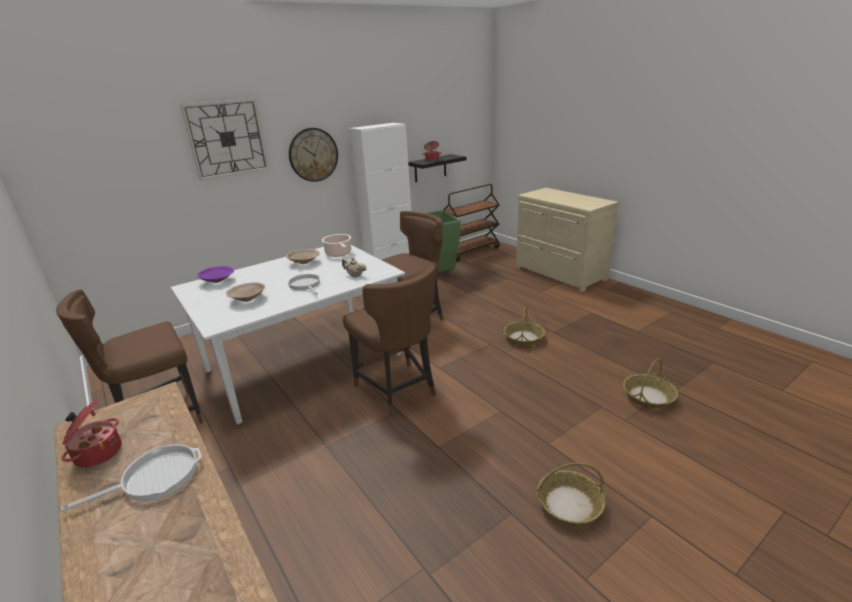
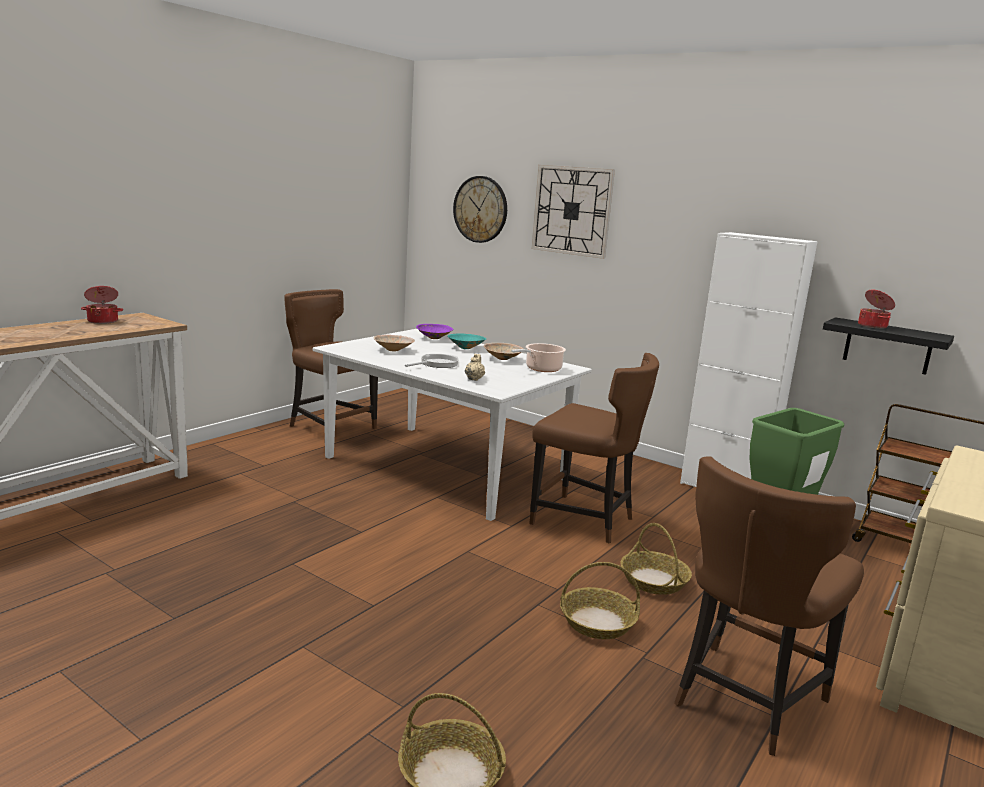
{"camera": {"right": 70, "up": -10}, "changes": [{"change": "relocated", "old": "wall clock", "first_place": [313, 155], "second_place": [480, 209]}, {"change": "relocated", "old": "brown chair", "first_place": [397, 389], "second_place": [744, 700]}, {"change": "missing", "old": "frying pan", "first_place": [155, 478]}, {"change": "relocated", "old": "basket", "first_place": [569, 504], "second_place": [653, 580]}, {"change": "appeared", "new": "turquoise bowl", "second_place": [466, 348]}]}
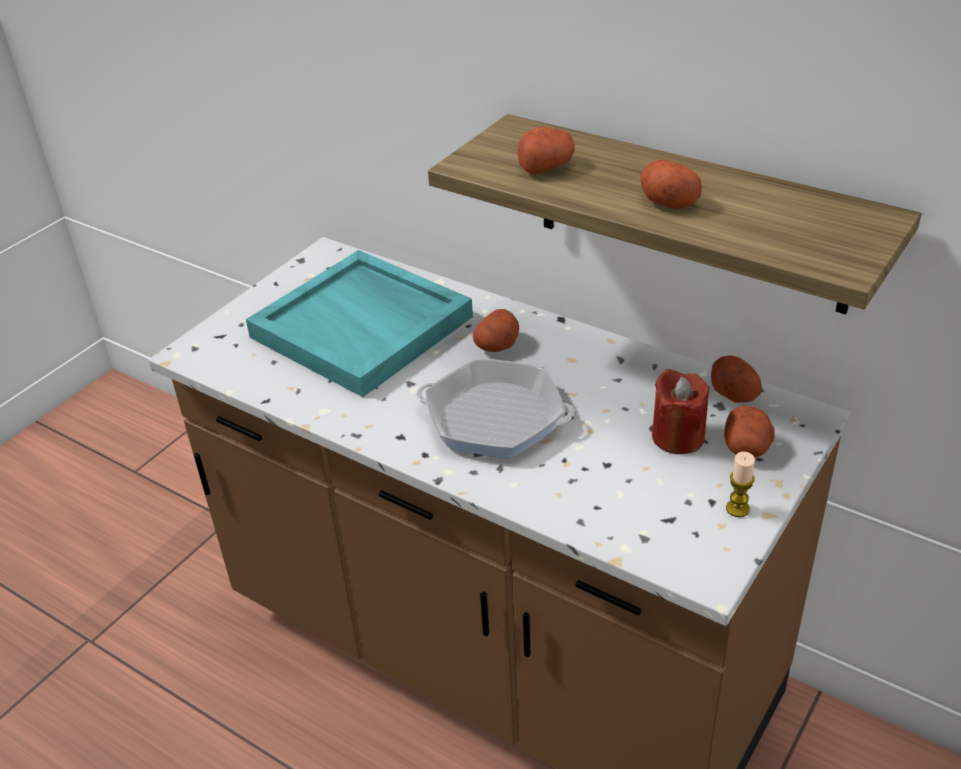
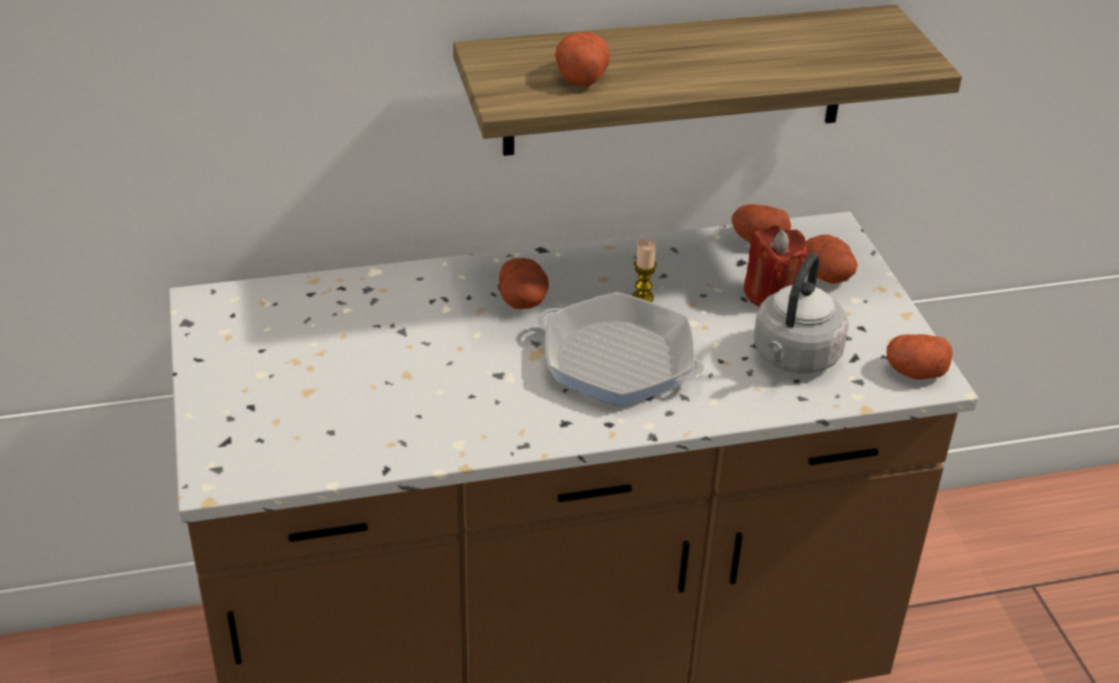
{"camera": {"right": -50, "up": 0}, "changes": [{"change": "relocated", "old": "potato", "first_place": [666, 201], "second_place": [914, 371]}, {"change": "missing", "old": "turquoise tray", "first_place": [364, 327]}, {"change": "spun", "old": "frying pan", "first_place": [495, 418], "second_place": [618, 361], "degrees": 60}, {"change": "relocated", "old": "candle", "first_place": [737, 509], "second_place": [642, 297]}, {"change": "appeared", "new": "grey kettle", "second_place": [794, 358]}]}
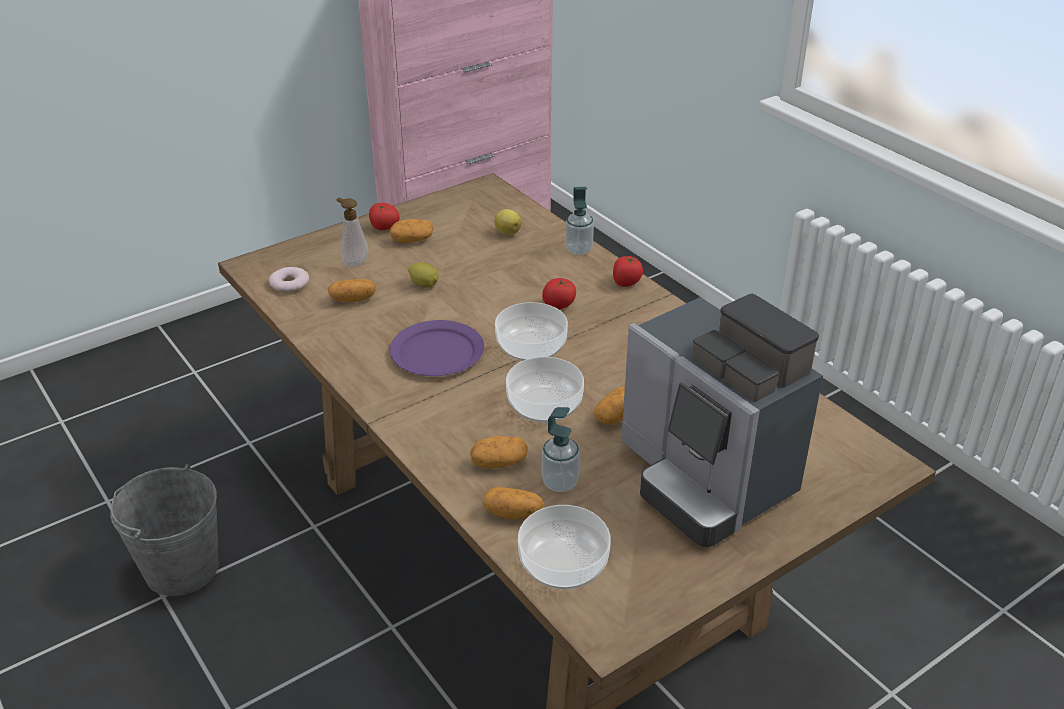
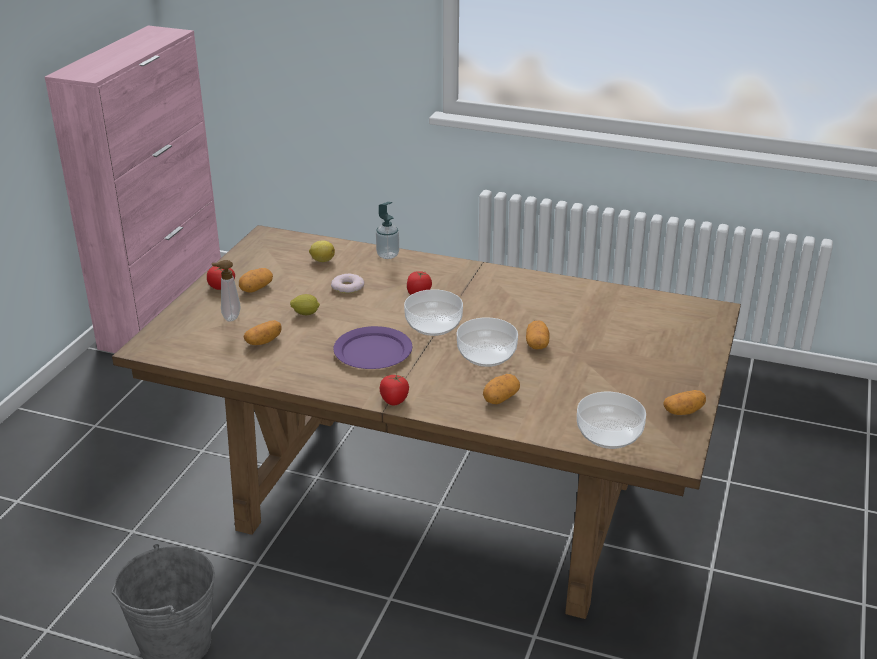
{"camera": {"right": -35, "up": -5}, "changes": [{"change": "relocated", "old": "tomato", "first_place": [626, 282], "second_place": [394, 400]}, {"change": "relocated", "old": "donut", "first_place": [289, 284], "second_place": [347, 287]}, {"change": "missing", "old": "coffee machine", "first_place": [705, 479]}, {"change": "missing", "old": "soap dispenser", "first_place": [560, 482]}, {"change": "relocated", "old": "potato", "first_place": [512, 513], "second_place": [683, 411]}]}
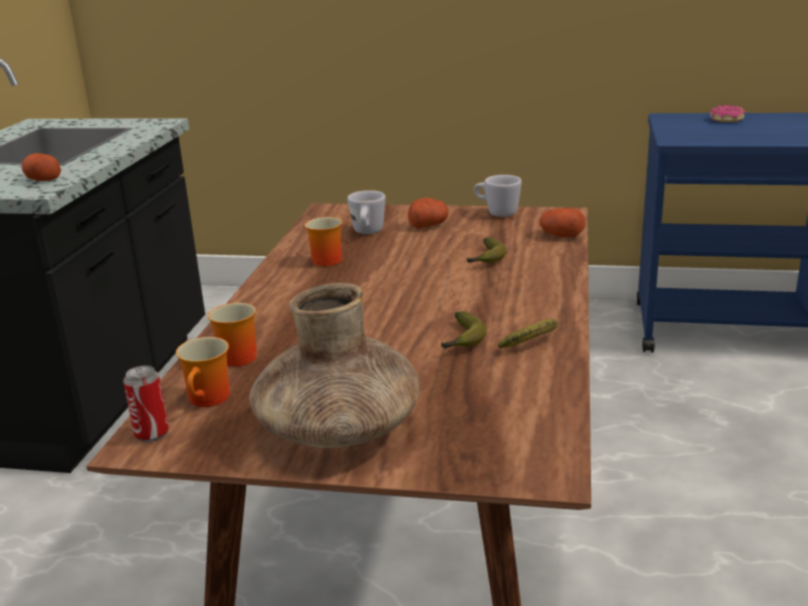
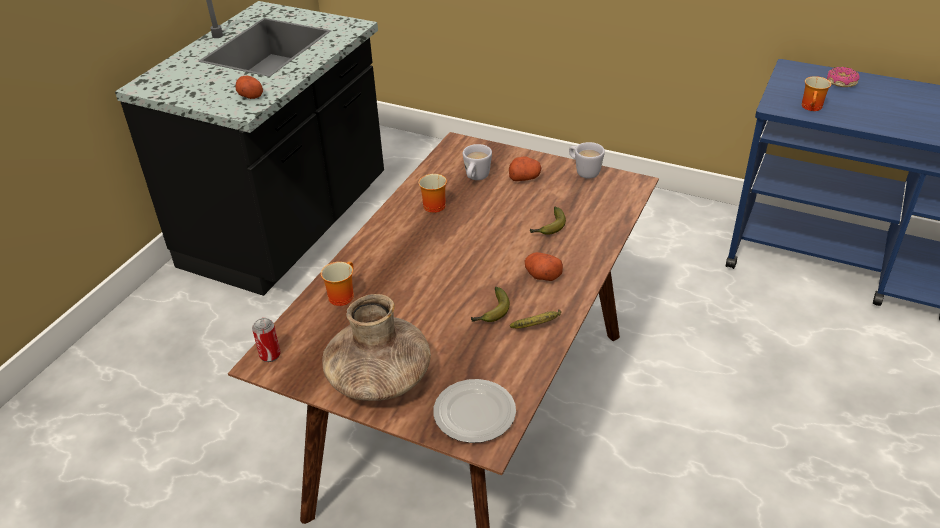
{"camera": {"right": 15, "up": 15}, "changes": [{"change": "relocated", "old": "potato", "first_place": [560, 235], "second_place": [542, 275]}, {"change": "relocated", "old": "mug", "first_place": [211, 399], "second_place": [813, 107]}, {"change": "appeared", "new": "plate", "second_place": [474, 413]}]}
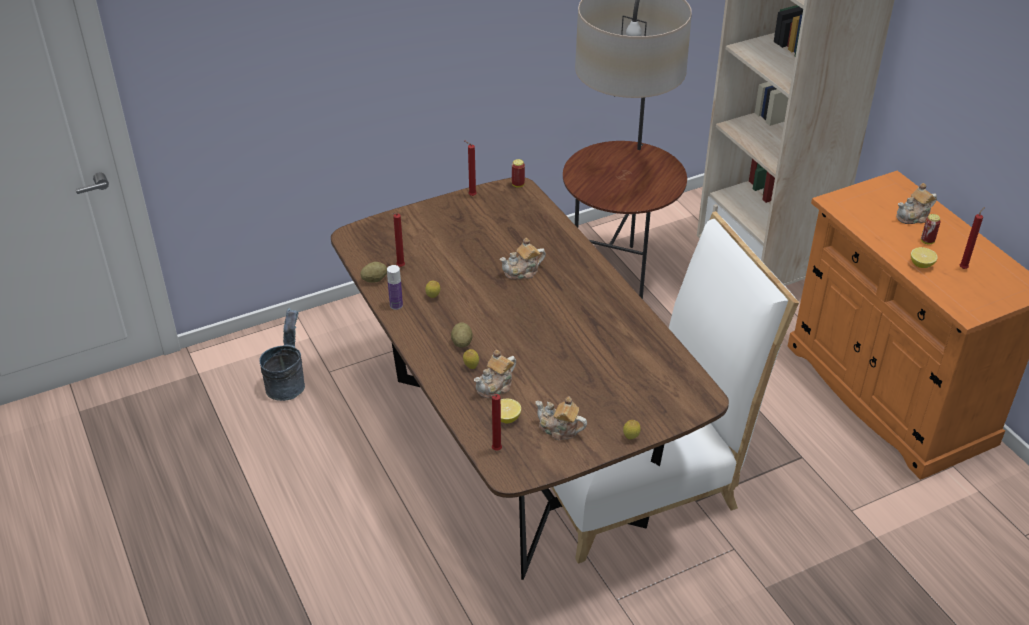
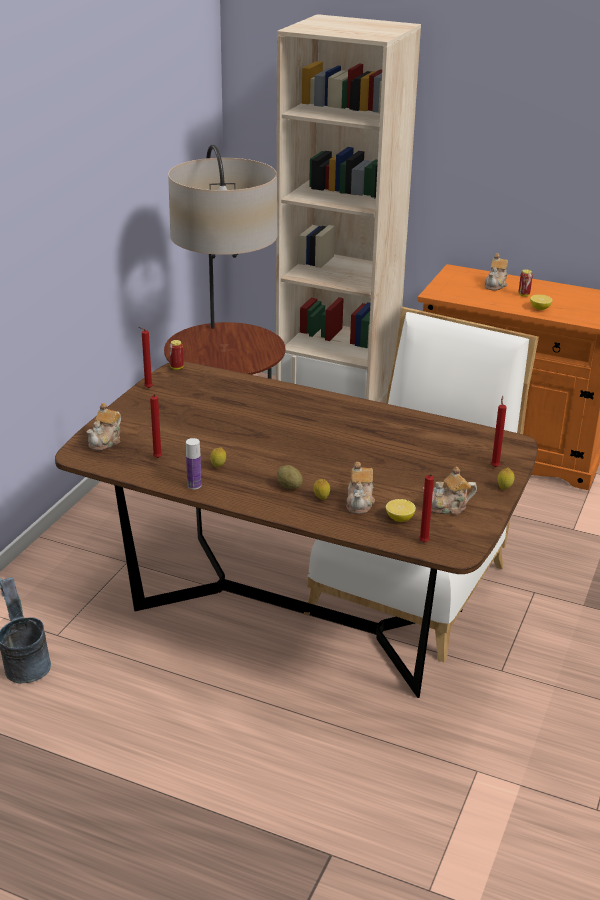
{"camera": {"right": -40, "up": -10}, "changes": [{"change": "relocated", "old": "red candle", "first_place": [964, 268], "second_place": [495, 466]}, {"change": "relocated", "old": "teapot", "first_place": [522, 272], "second_place": [106, 441]}, {"change": "missing", "old": "potato", "first_place": [374, 280]}]}
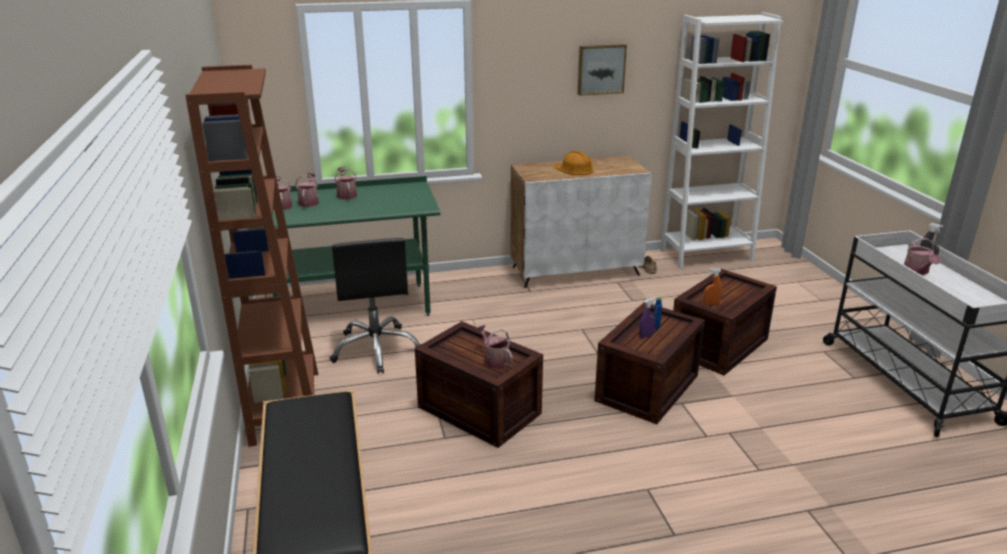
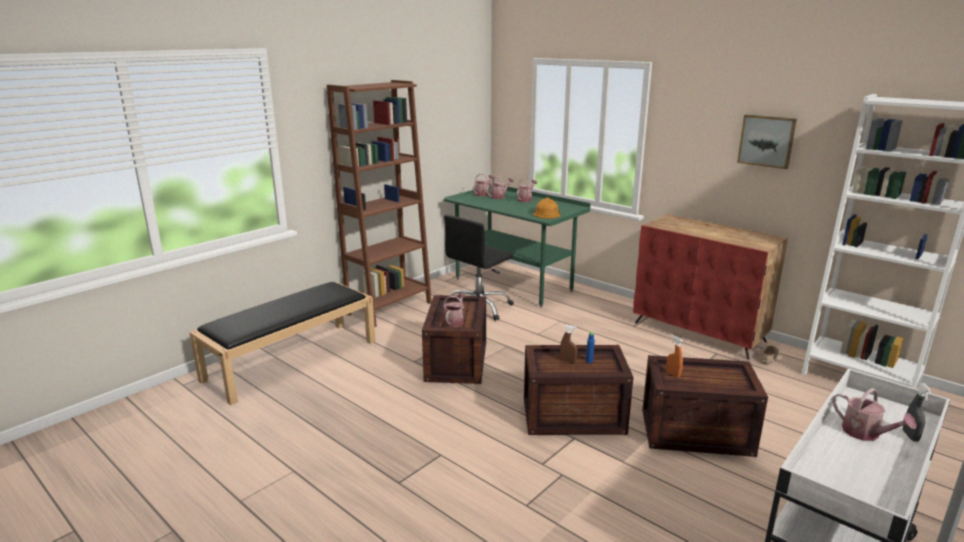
{"camera": {"right": 55, "up": -5}, "changes": [{"change": "relocated", "old": "orange hard hat", "first_place": [574, 169], "second_place": [546, 213]}, {"change": "colour", "old": "white cabinet", "new": "red cabinet", "first_place": [576, 271], "second_place": [699, 332]}, {"change": "spun", "old": "watering can", "first_place": [917, 271], "second_place": [865, 434], "degrees": -90}, {"change": "colour", "old": "purple spray bottle", "new": "brown spray bottle", "first_place": [646, 336], "second_place": [568, 361]}]}
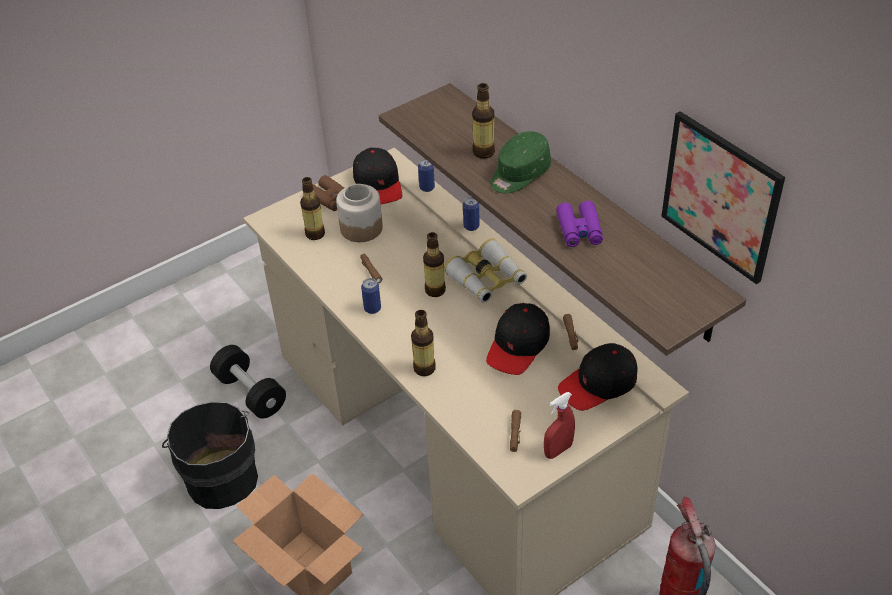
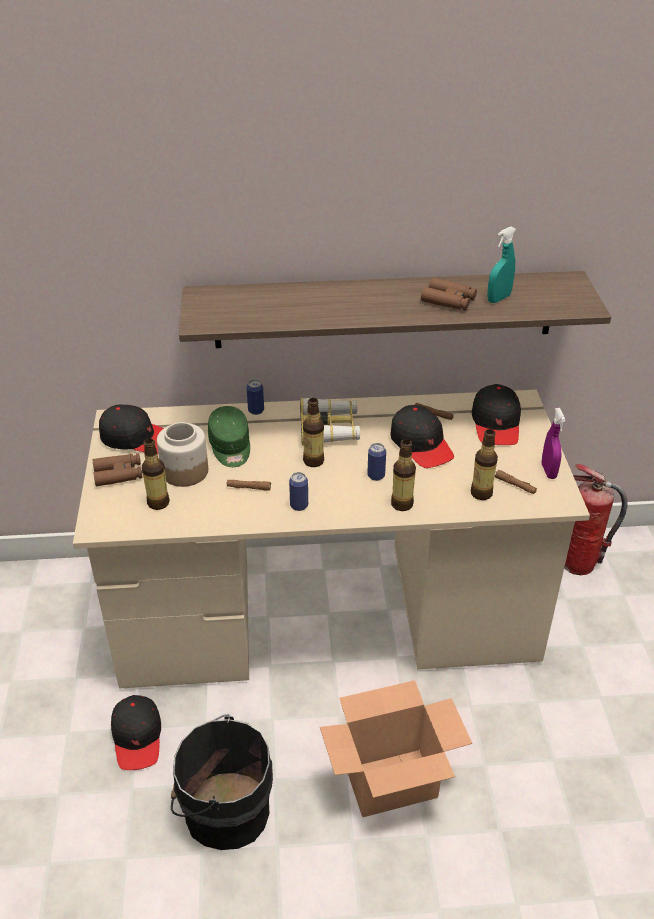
{"camera": {"right": -60, "up": -5}, "changes": [{"change": "relocated", "old": "bottle", "first_place": [483, 152], "second_place": [481, 493]}, {"change": "missing", "old": "picture", "first_place": [720, 196]}, {"change": "relocated", "old": "green cap", "first_place": [519, 174], "second_place": [230, 447]}, {"change": "relocated", "old": "can", "first_place": [427, 188], "second_place": [376, 476]}, {"change": "colour", "old": "purple binoculars", "new": "brown binoculars", "first_place": [579, 230], "second_place": [448, 301]}, {"change": "exchanged", "old": "black dumbbell", "new": "black cap", "first_place": [250, 393], "second_place": [137, 737]}, {"change": "colour", "old": "red spray bottle", "new": "purple spray bottle", "first_place": [558, 450], "second_place": [548, 471]}, {"change": "appeared", "new": "turquoise spray bottle", "second_place": [498, 298]}]}
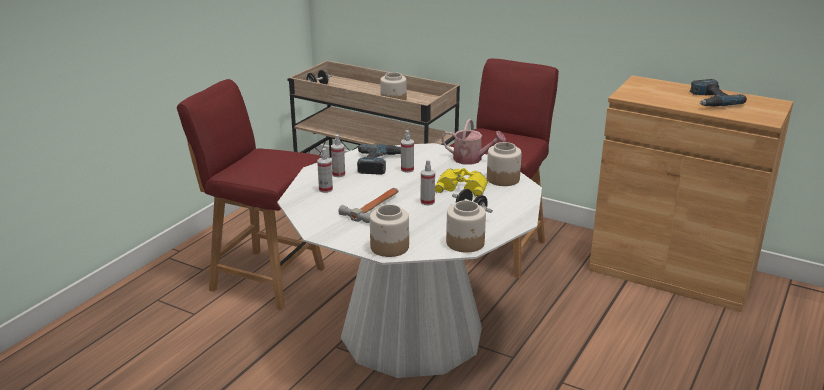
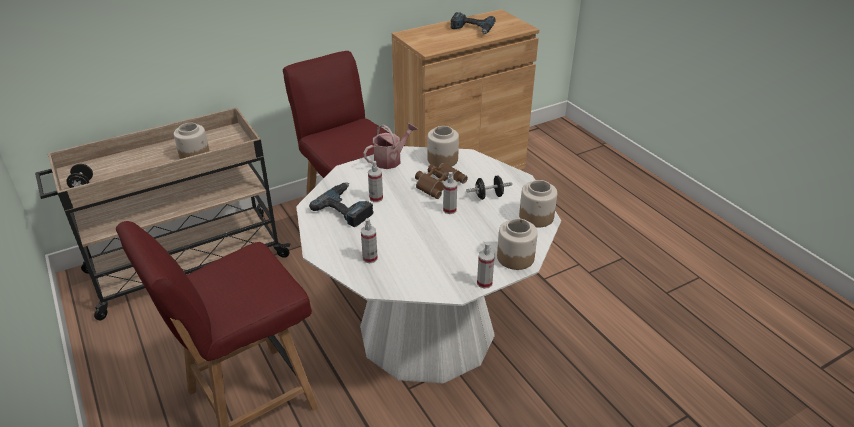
{"camera": {"right": -60, "up": 10}, "changes": [{"change": "relocated", "old": "spray bottle", "first_place": [338, 174], "second_place": [484, 283]}, {"change": "colour", "old": "yellow binoculars", "new": "brown binoculars", "first_place": [462, 187], "second_place": [438, 183]}, {"change": "missing", "old": "hammer", "first_place": [374, 207]}]}
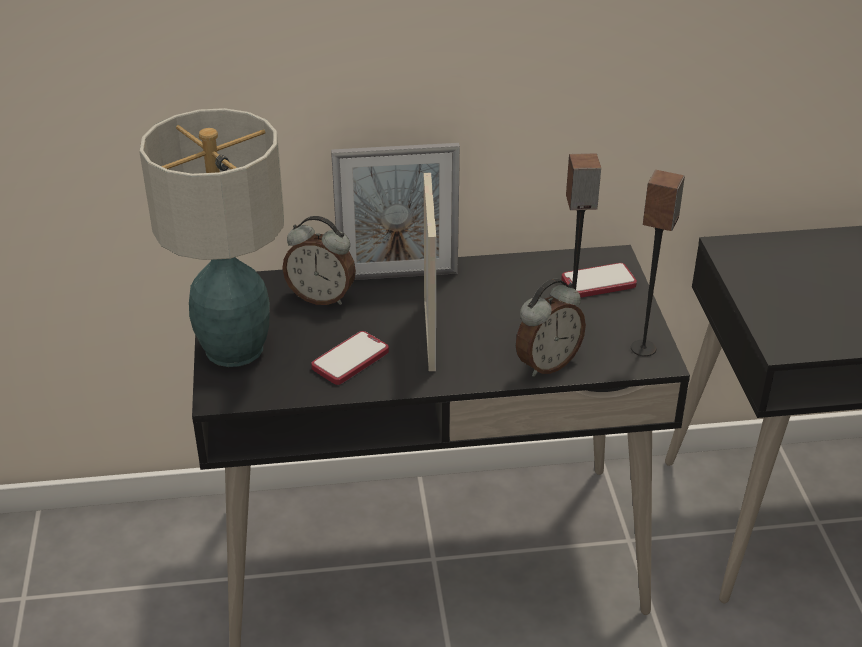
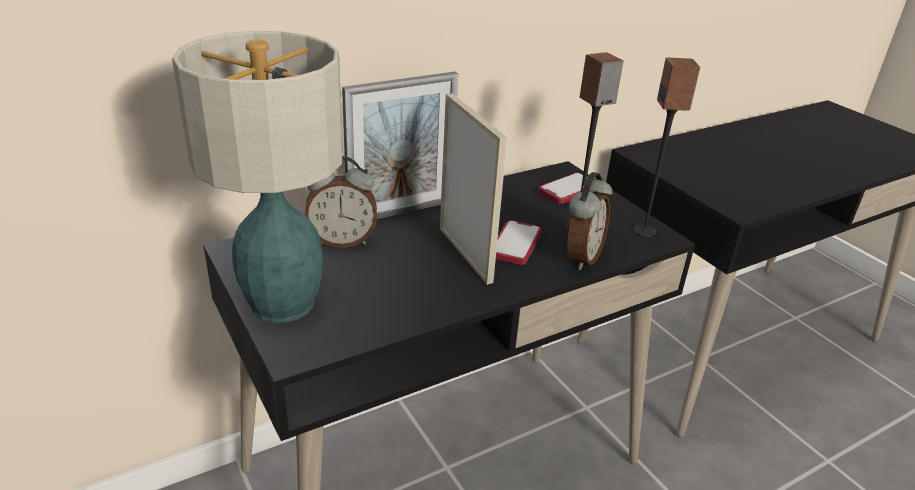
{"camera": {"right": -25, "up": -5}, "changes": [{"change": "relocated", "old": "phone", "first_place": [350, 360], "second_place": [515, 244]}]}
